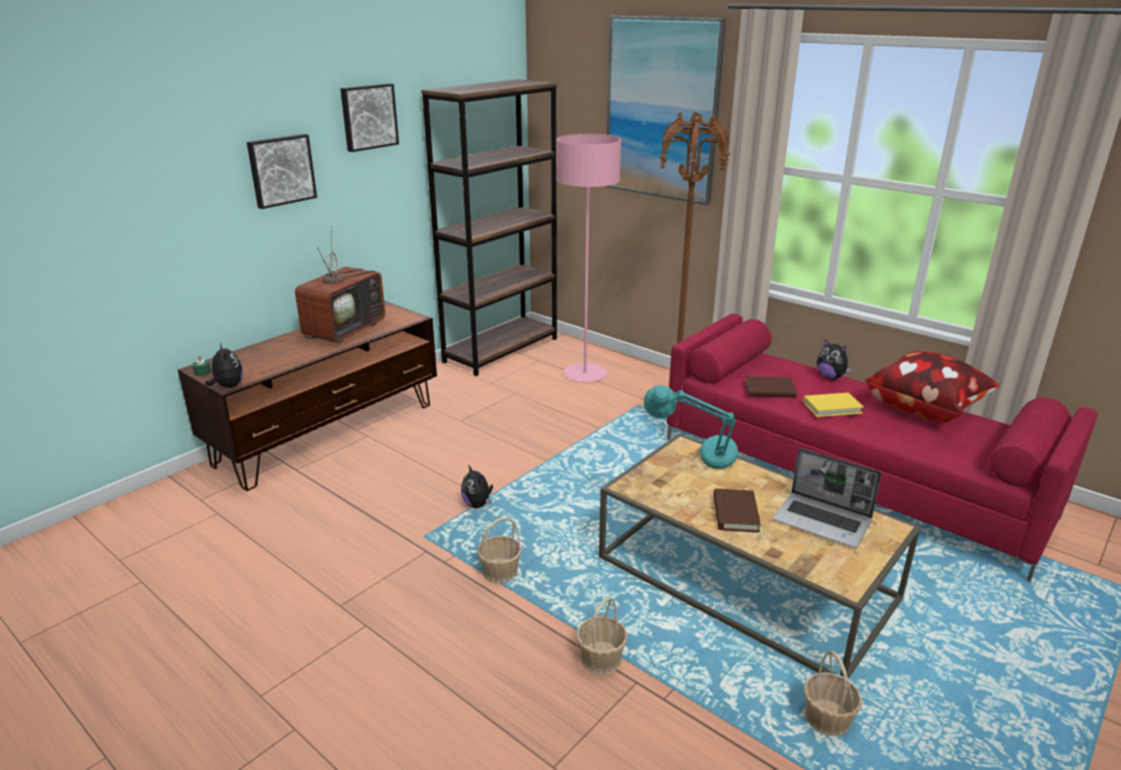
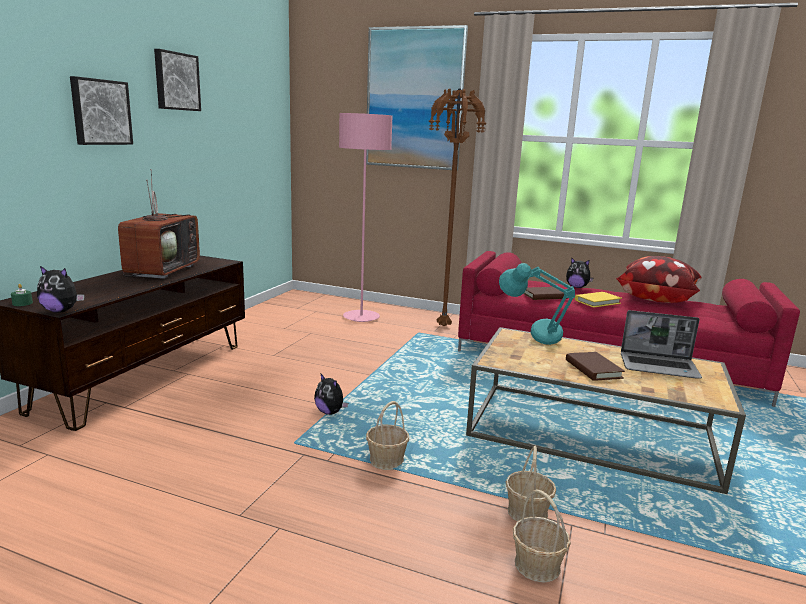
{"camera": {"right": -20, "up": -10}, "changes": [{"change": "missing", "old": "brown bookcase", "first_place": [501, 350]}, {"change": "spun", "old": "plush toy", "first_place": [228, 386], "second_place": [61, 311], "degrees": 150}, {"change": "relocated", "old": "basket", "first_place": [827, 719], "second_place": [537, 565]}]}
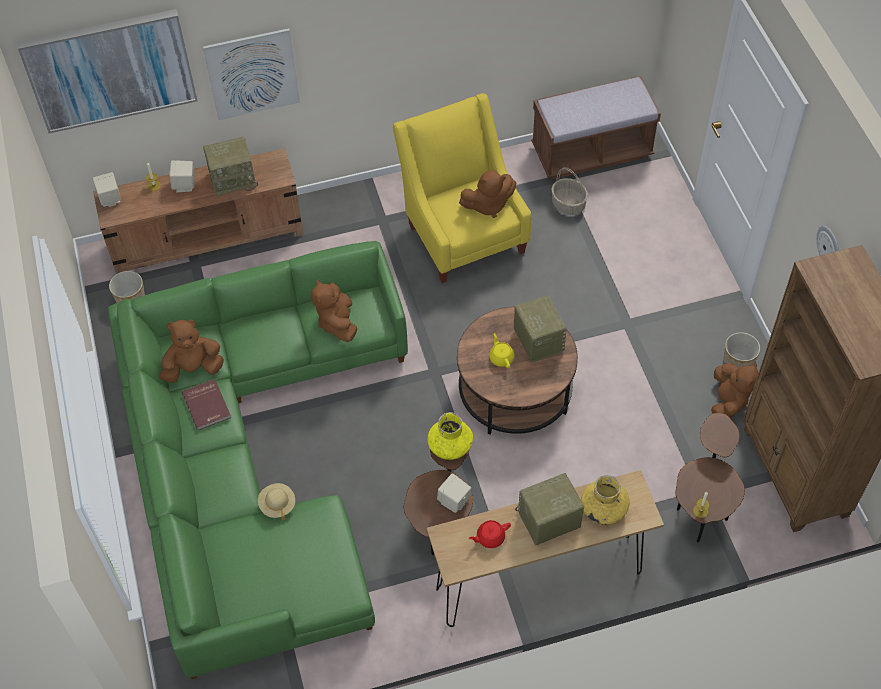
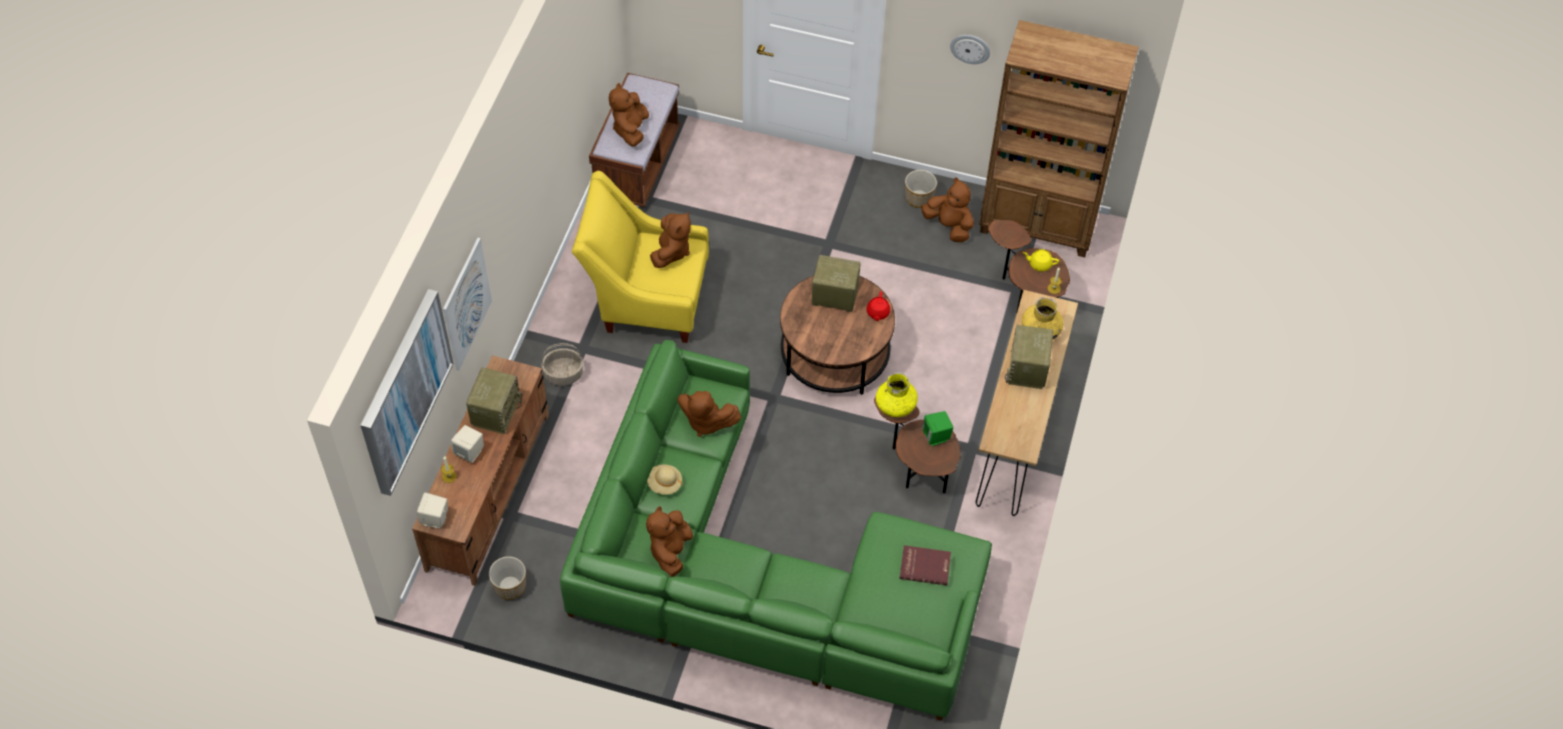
{"camera": {"right": -60, "up": 0}, "changes": [{"change": "relocated", "old": "basket", "first_place": [569, 204], "second_place": [564, 374]}, {"change": "relocated", "old": "yellow teapot", "first_place": [501, 358], "second_place": [1039, 264]}, {"change": "relocated", "old": "red book", "first_place": [207, 405], "second_place": [925, 566]}, {"change": "colour", "old": "beige speaker", "new": "green speaker", "first_place": [454, 501], "second_place": [936, 436]}, {"change": "relocated", "old": "beige hat", "first_place": [277, 504], "second_place": [664, 484]}, {"change": "relocated", "old": "red teapot", "first_place": [490, 537], "second_place": [877, 313]}, {"change": "appeared", "new": "brown plush toy", "second_place": [630, 129]}]}
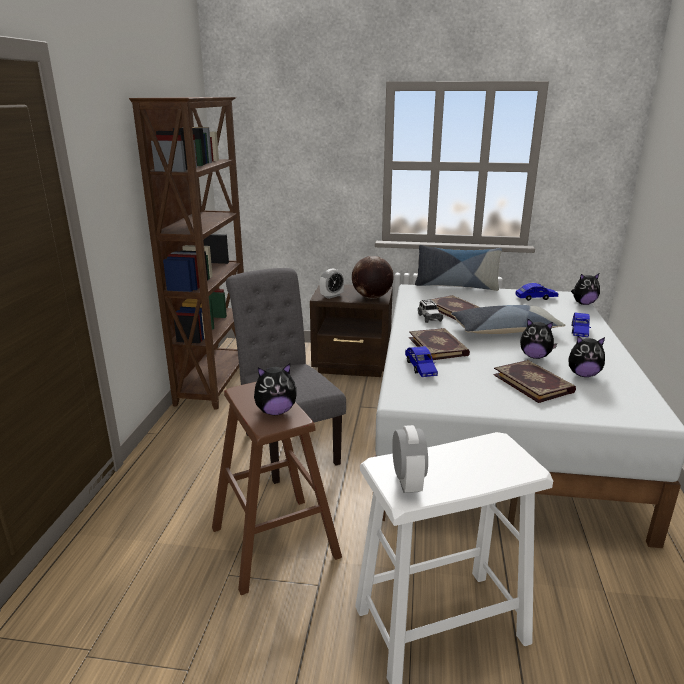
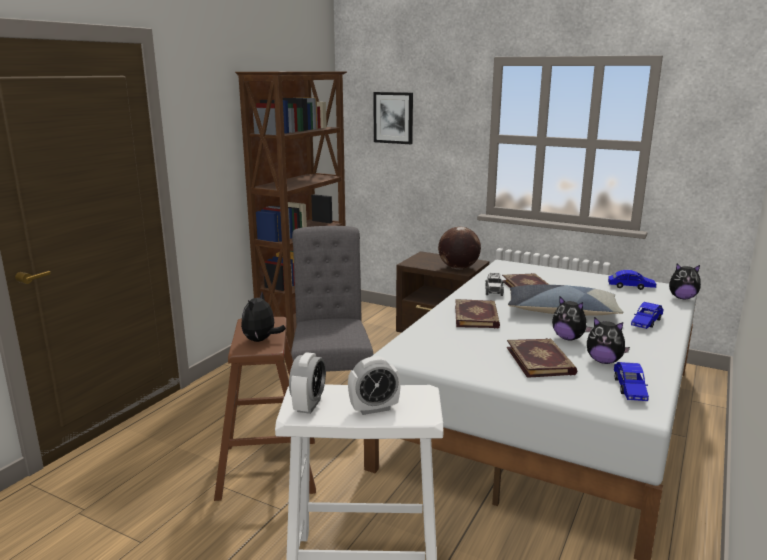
{"camera": {"right": 20, "up": -5}, "changes": [{"change": "missing", "old": "pillow", "first_place": [456, 286]}, {"change": "relocated", "old": "alarm clock", "first_place": [332, 296], "second_place": [374, 409]}, {"change": "relocated", "old": "blue toy car", "first_place": [420, 368], "second_place": [629, 388]}, {"change": "spun", "old": "plush toy", "first_place": [276, 411], "second_place": [261, 340], "degrees": 105}, {"change": "appeared", "new": "picture", "second_place": [393, 117]}]}
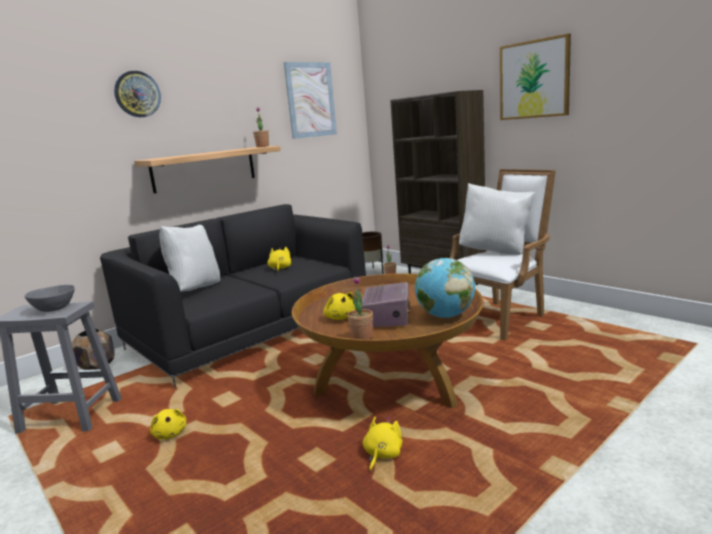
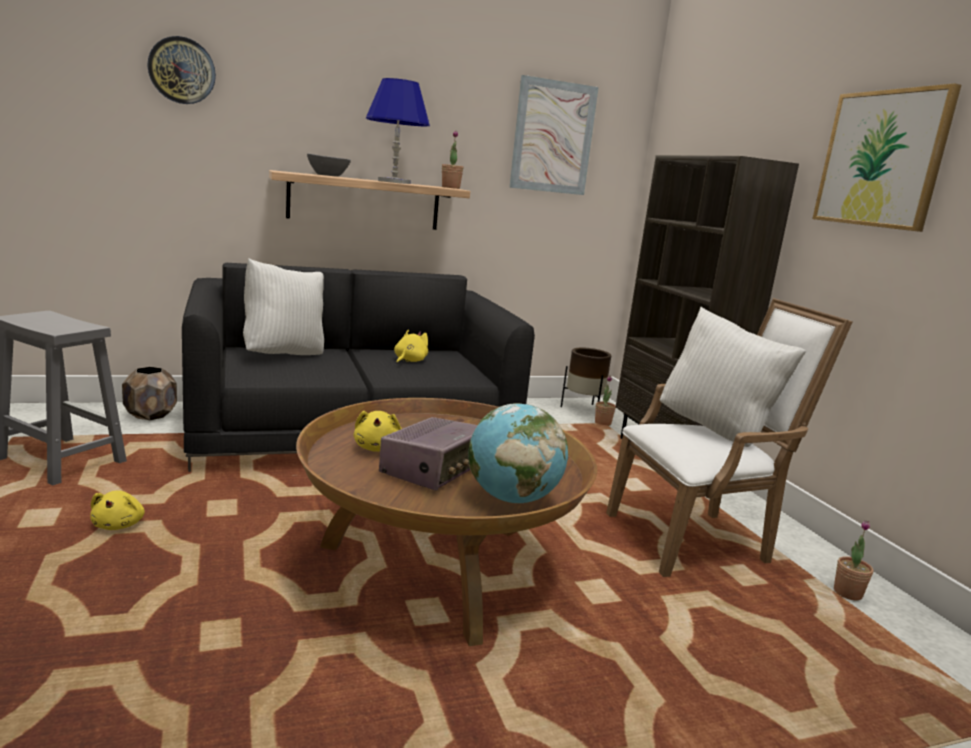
{"camera": {"right": 20, "up": 0}, "changes": [{"change": "relocated", "old": "wall clock", "first_place": [137, 94], "second_place": [182, 70]}, {"change": "relocated", "old": "potted plant", "first_place": [362, 337], "second_place": [847, 593]}, {"change": "relocated", "old": "grey bowl", "first_place": [55, 308], "second_place": [328, 175]}, {"change": "missing", "old": "yellow plush toy", "first_place": [382, 455]}, {"change": "appeared", "new": "blue table lamp", "second_place": [394, 182]}]}
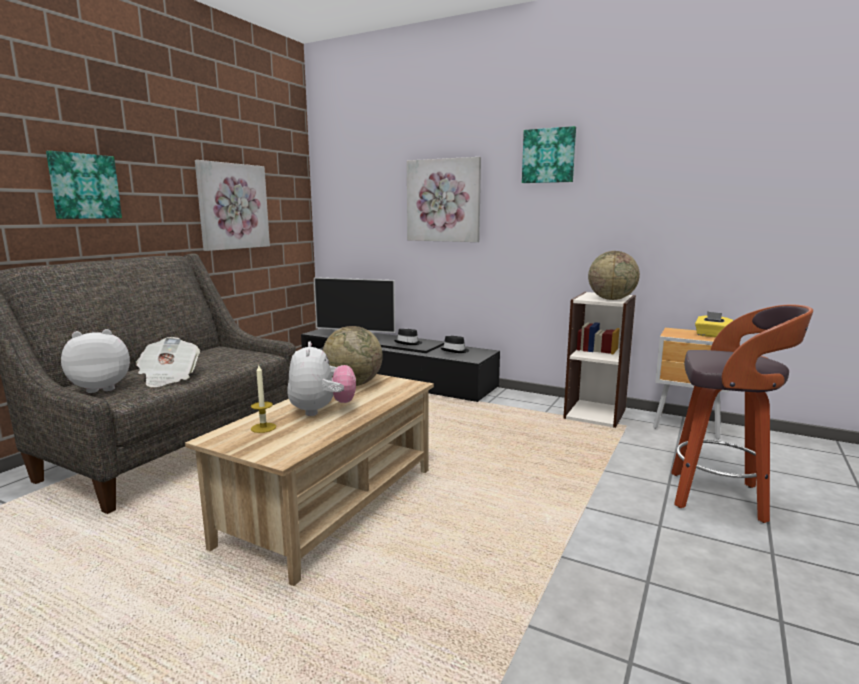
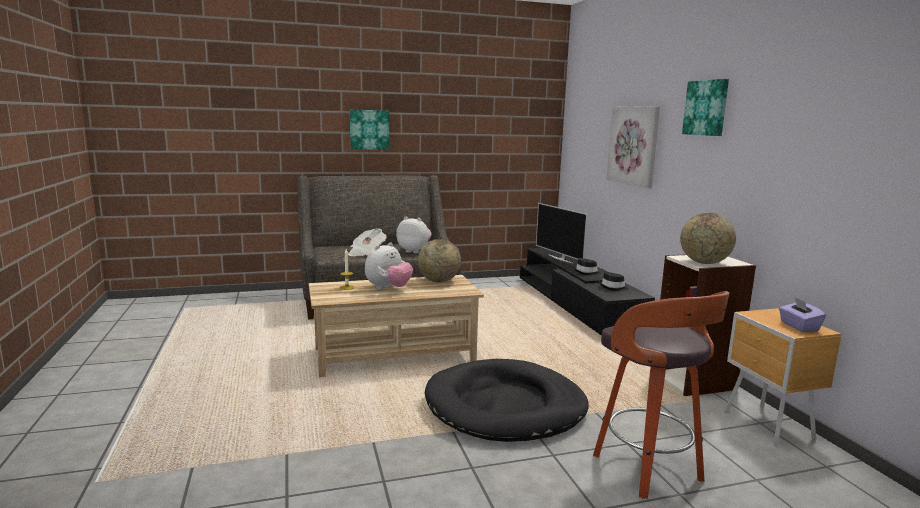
{"camera": {"right": 45, "up": 0}, "changes": [{"change": "missing", "old": "picture", "first_place": [232, 206]}, {"change": "colour", "old": "yellow tissue box", "new": "purple tissue box", "first_place": [712, 336], "second_place": [798, 327]}, {"change": "relocated", "old": "plush toy", "first_place": [102, 388], "second_place": [414, 251]}, {"change": "appeared", "new": "black dog bed", "second_place": [505, 406]}]}
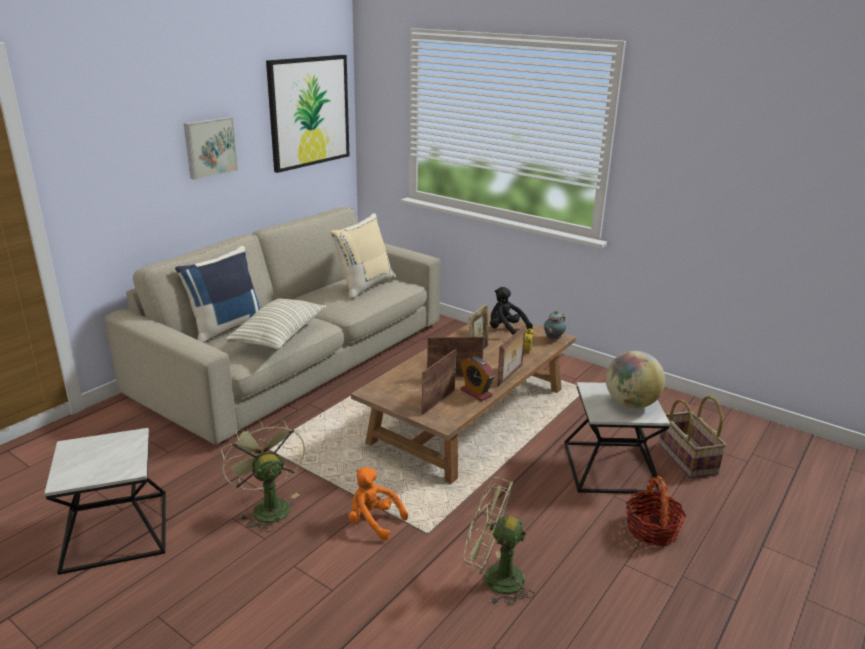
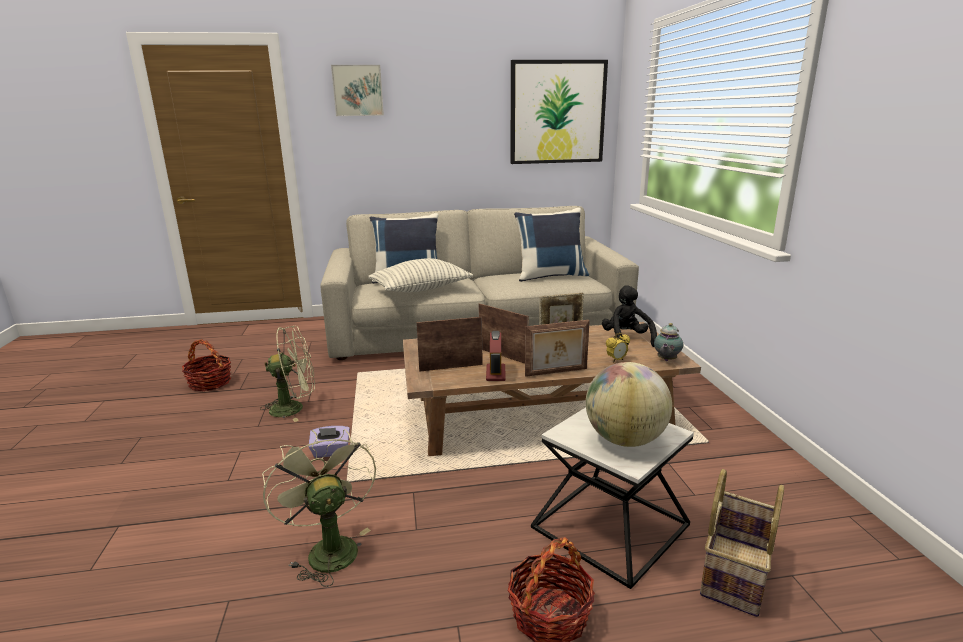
{"camera": {"right": 45, "up": -5}, "changes": [{"change": "relocated", "old": "picture", "first_place": [209, 147], "second_place": [358, 90]}, {"change": "colour", "old": "beige pillow", "new": "blue pillow", "first_place": [364, 285], "second_place": [550, 276]}, {"change": "spun", "old": "teapot", "first_place": [552, 339], "second_place": [666, 360], "degrees": -60}, {"change": "spun", "old": "green fan", "first_place": [267, 506], "second_place": [294, 408], "degrees": 60}, {"change": "exchanged", "old": "side table", "new": "basket", "first_place": [115, 531], "second_place": [210, 383]}, {"change": "exchanged", "old": "orange plush toy", "new": "purple tissue box", "first_place": [373, 521], "second_place": [331, 452]}]}
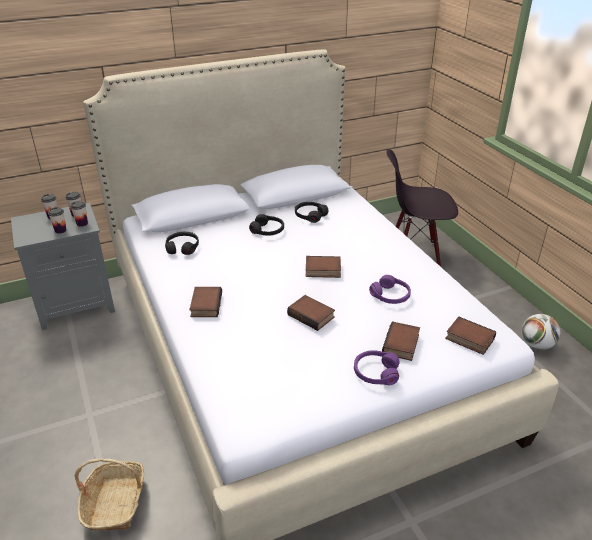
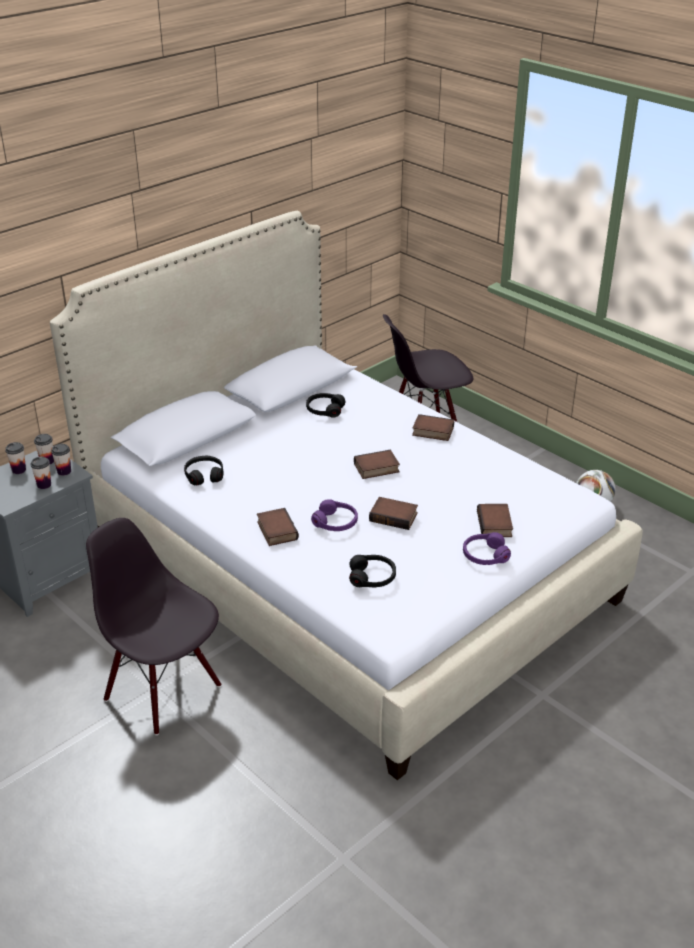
{"camera": {"right": -20, "up": 0}, "changes": [{"change": "relocated", "old": "black headphones", "first_place": [267, 230], "second_place": [372, 577]}, {"change": "relocated", "old": "purple headphones", "first_place": [390, 295], "second_place": [335, 522]}, {"change": "relocated", "old": "book", "first_place": [468, 339], "second_place": [432, 432]}, {"change": "missing", "old": "basket", "first_place": [115, 503]}, {"change": "appeared", "new": "black chair", "second_place": [164, 691]}]}
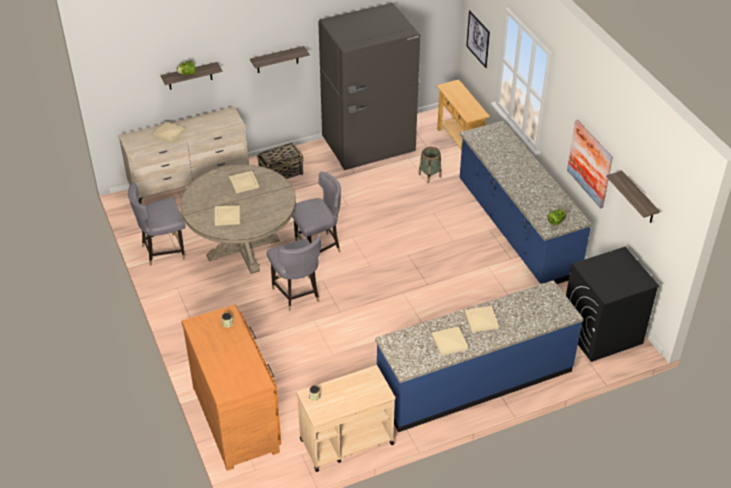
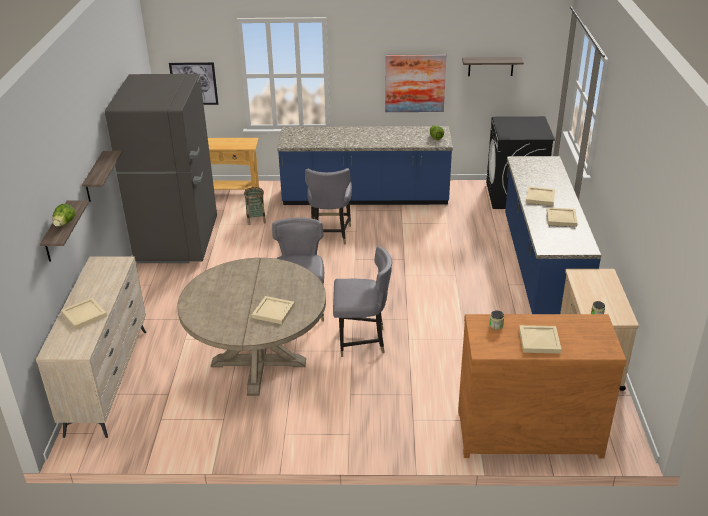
{"camera": {"right": -65, "up": -10}, "changes": [{"change": "missing", "old": "basket", "first_place": [281, 173]}, {"change": "relocated", "old": "beige tray", "first_place": [243, 183], "second_place": [538, 341]}, {"change": "relocated", "old": "grey chair", "first_place": [163, 250], "second_place": [330, 234]}]}
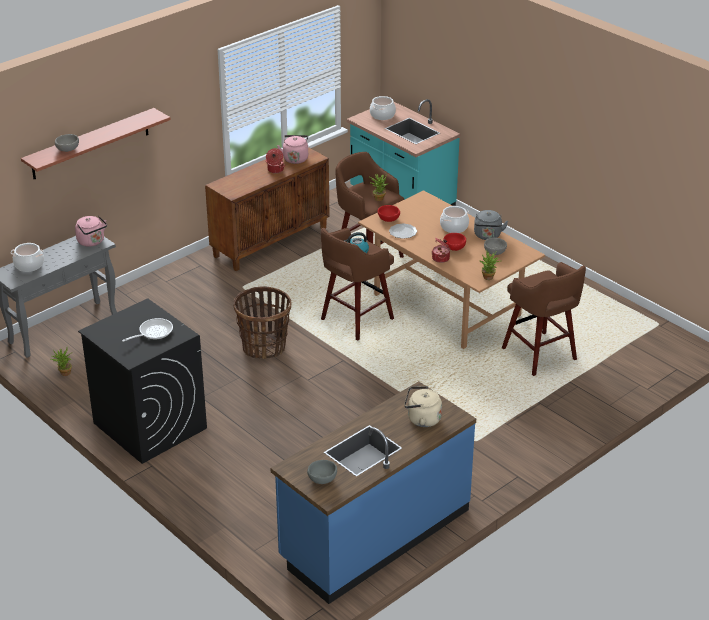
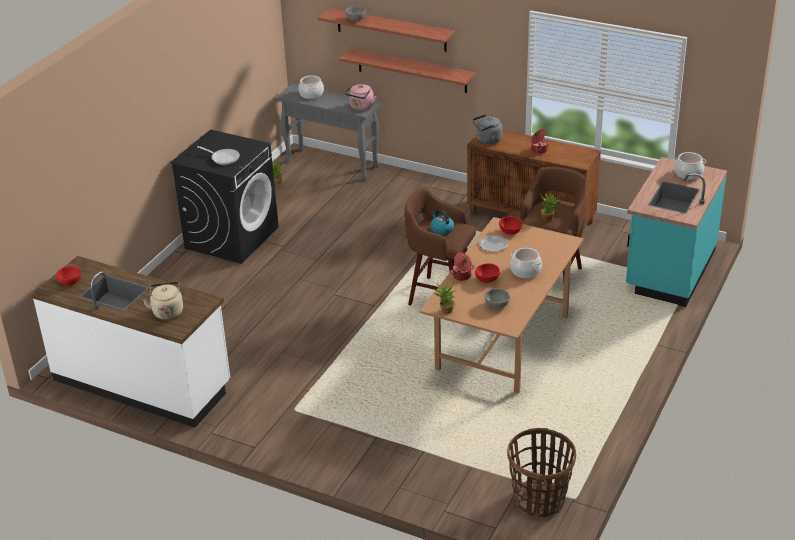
{"camera": {"right": 70, "up": 0}, "changes": [{"change": "missing", "old": "pink kettle", "first_place": [295, 158]}, {"change": "relocated", "old": "grey kettle", "first_place": [487, 236], "second_place": [487, 140]}, {"change": "missing", "old": "brown stool", "first_place": [540, 355]}, {"change": "relocated", "old": "basket", "first_place": [264, 347], "second_place": [539, 499]}, {"change": "colour", "old": "blue counter", "new": "white counter", "first_place": [374, 535], "second_place": [142, 382]}, {"change": "colour", "old": "grey bowl", "new": "red bowl", "first_place": [322, 479], "second_place": [69, 282]}, {"change": "appeared", "new": "shelf", "second_place": [412, 70]}]}
